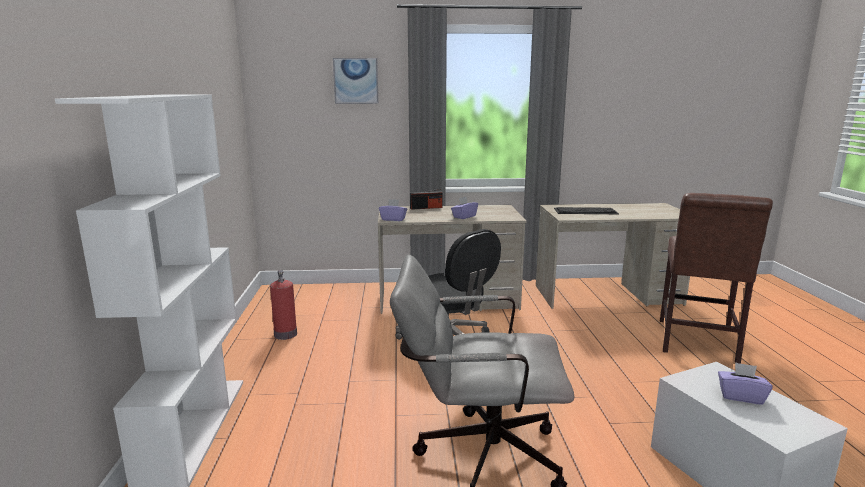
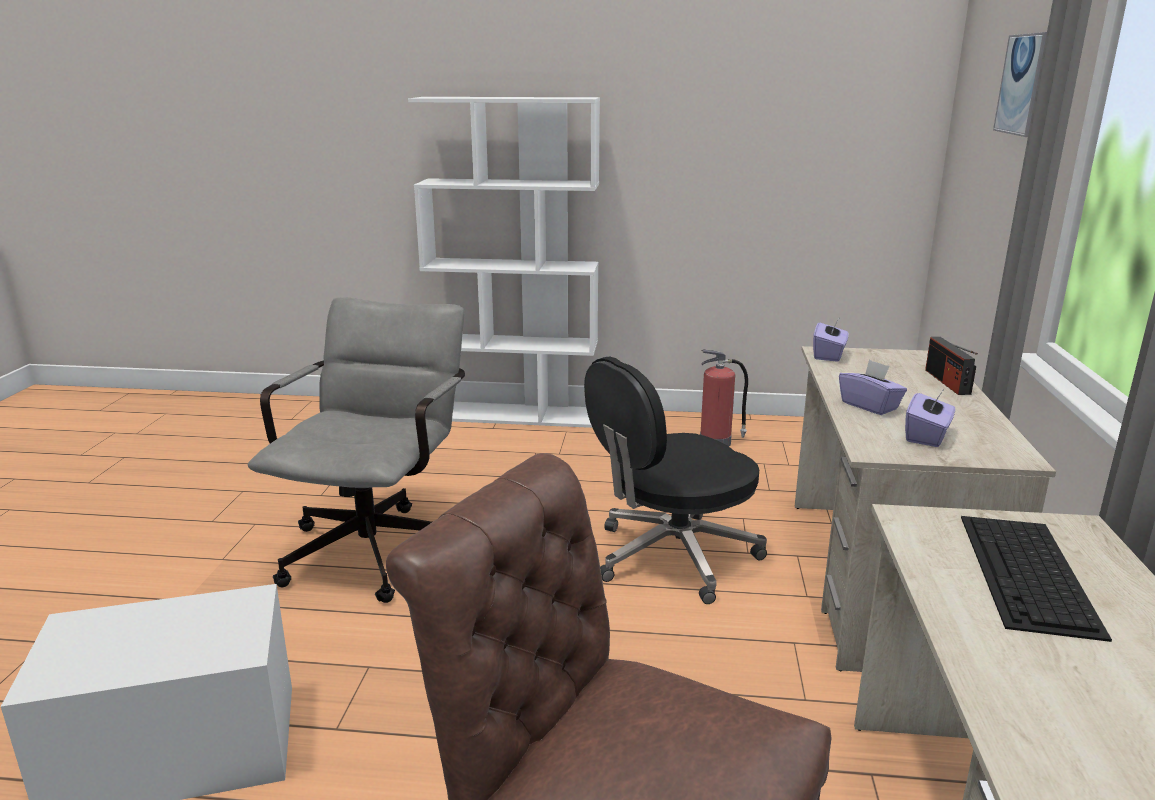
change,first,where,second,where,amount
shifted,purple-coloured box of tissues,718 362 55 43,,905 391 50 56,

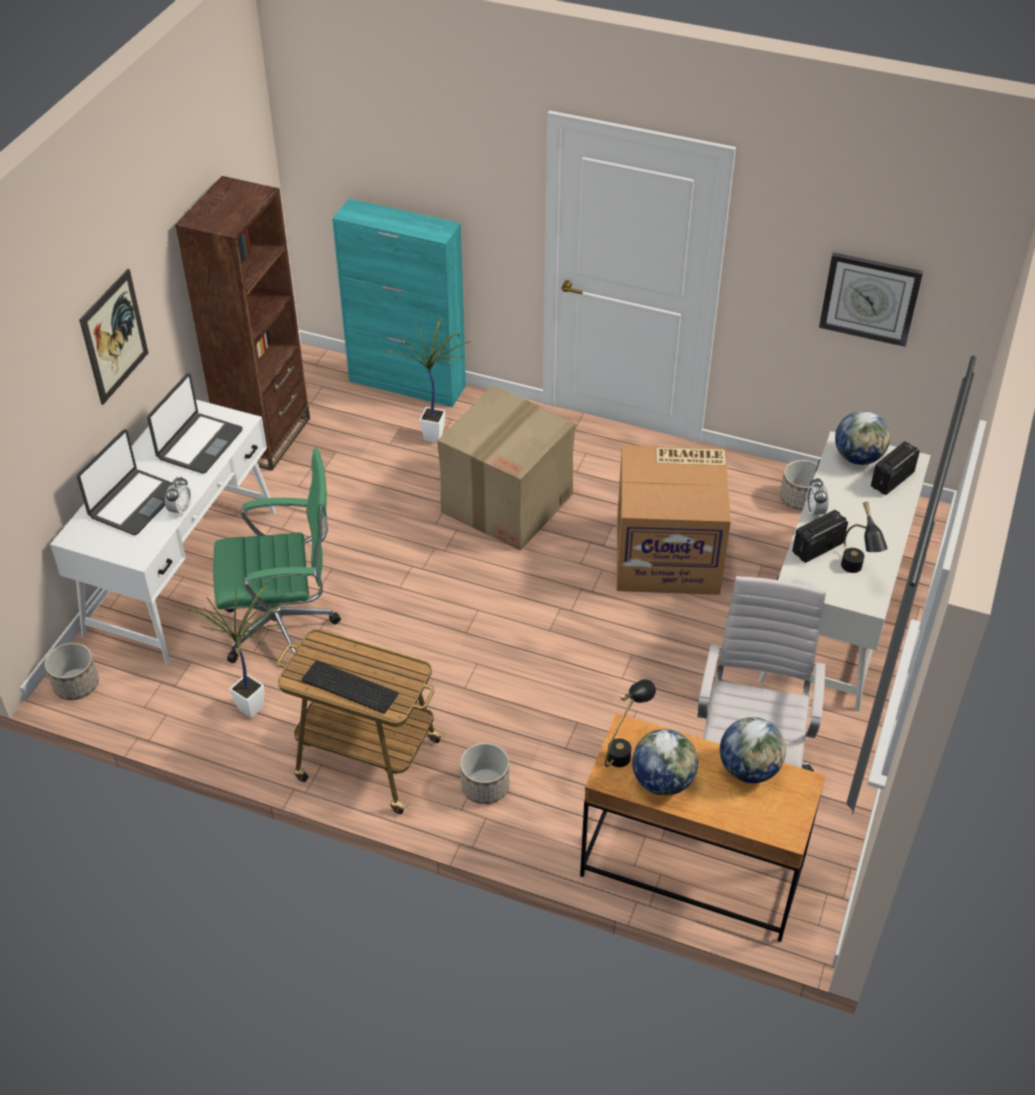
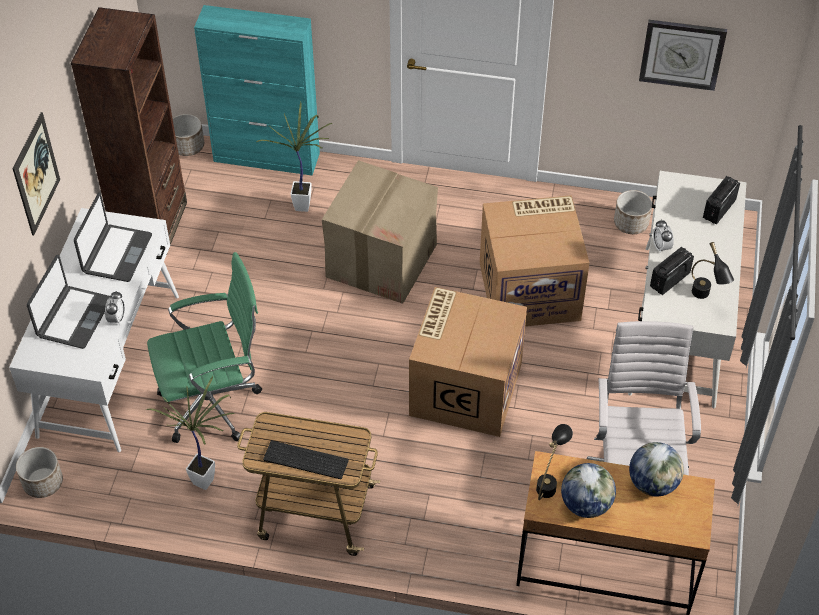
change,first,where,second,where,amount
shifted,plant pot,460 743 49 61,,172 114 32 42,
gone,globe,835 411 55 54,,,
new,,,packing box,409 287 118 150,

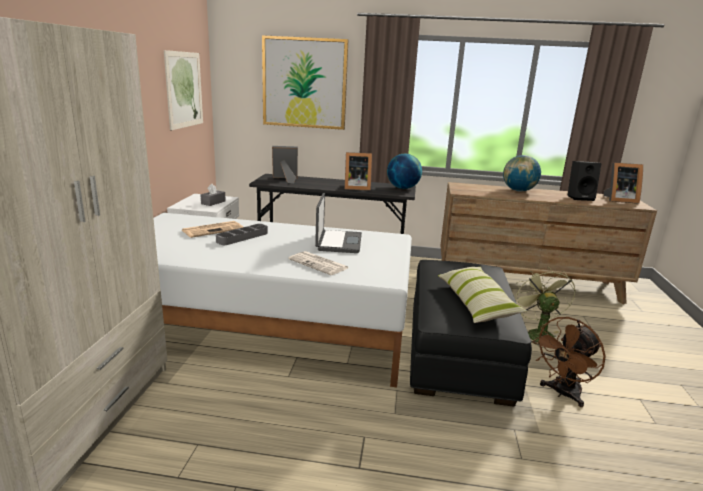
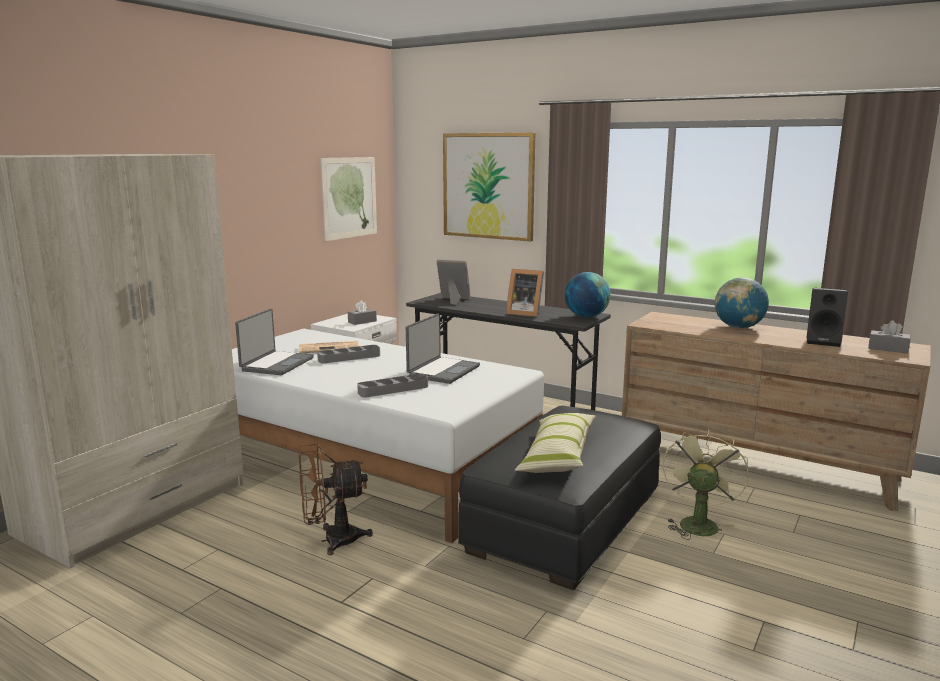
change,first,where,second,where,amount
swapped,newspaper,288 251 60 24,grey serving tray,357 374 71 23,
shifted,brownish cooling fan,532 317 74 90,,299 444 74 111,
swapped,picture frame,604 163 39 41,grey box of tissues,868 320 43 34,
new,,,portable computer,235 309 79 66,

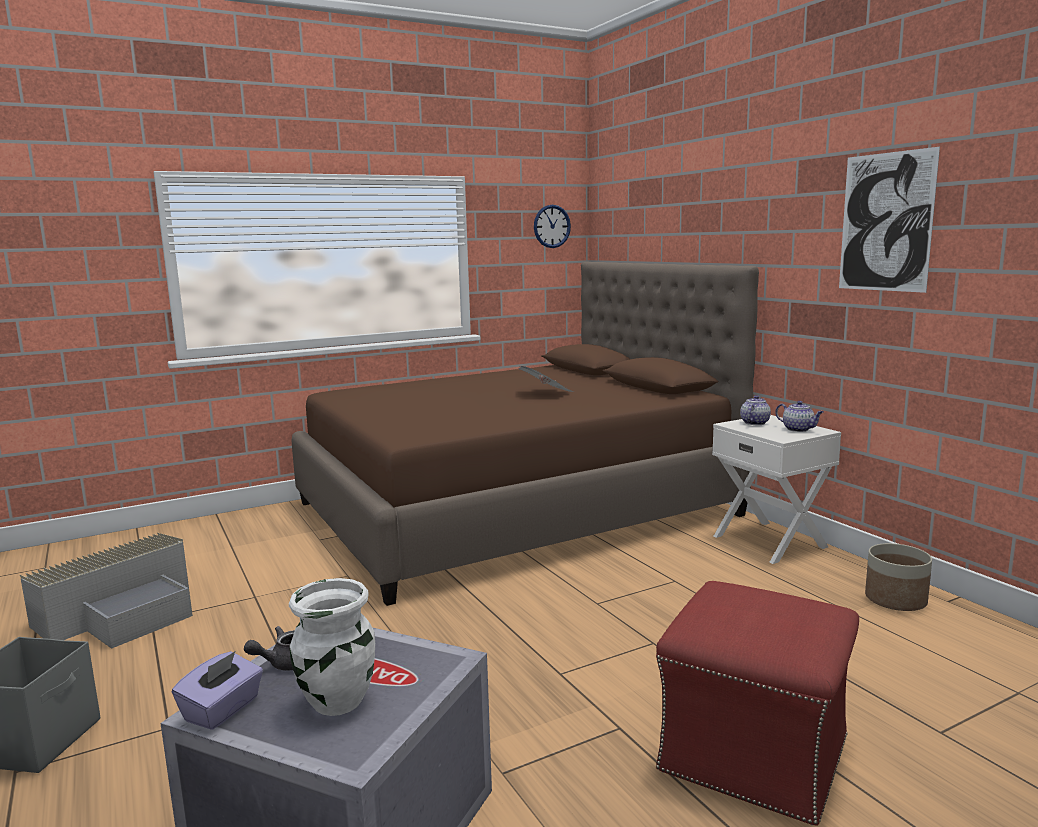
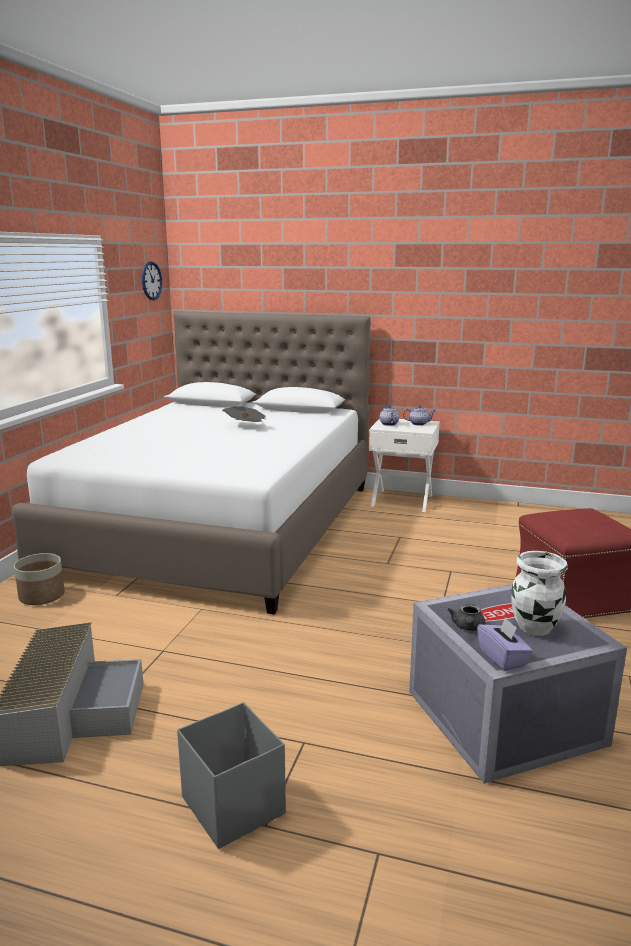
change,first,where,second,where,amount
repainted,brownish sleeping bed,292 261 467 345,white sleeping bed,12 311 359 303,
gone,wall picture,839 147 101 146,,,
shifted,plant pot,865 543 67 68,,14 553 51 52,

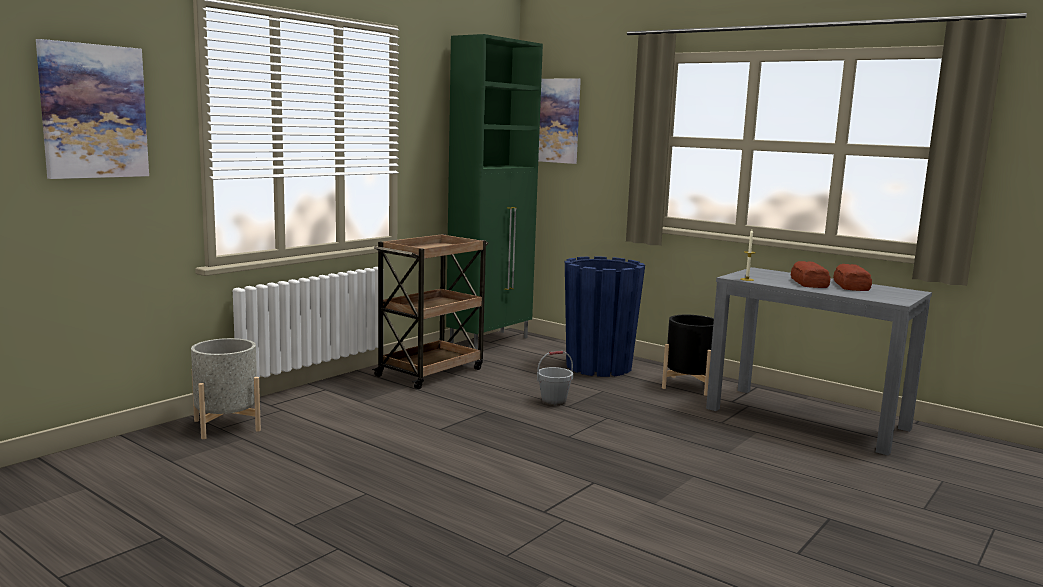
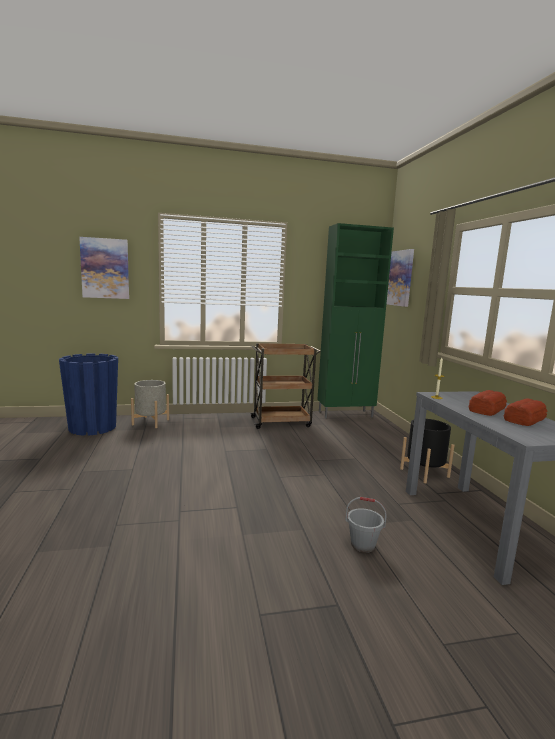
change,first,where,second,where,amount
shifted,grey pail,537 351 36 55,,346 497 41 56,
shifted,blue plant pot,565 256 80 121,,59 354 59 82,

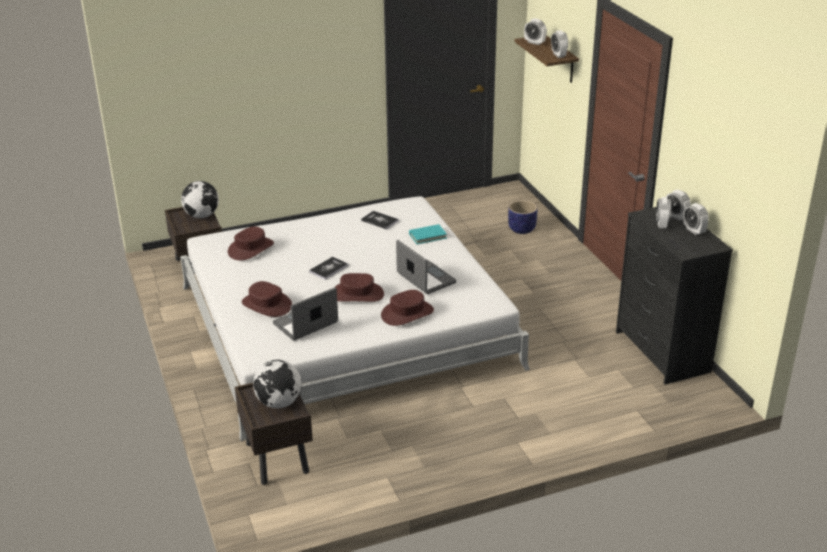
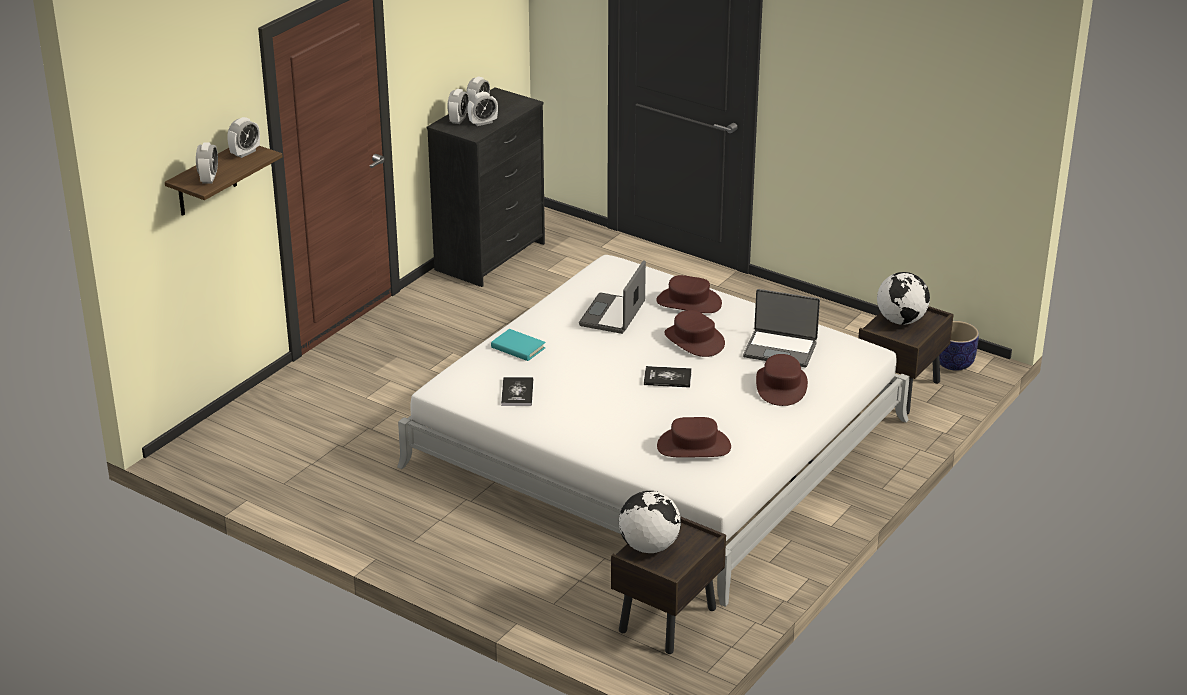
change,first,where,second,where,amount
shifted,plant pot,508 200 30 34,,939 321 40 49,

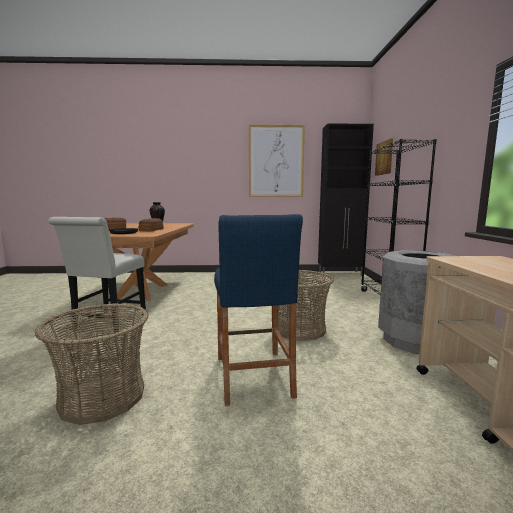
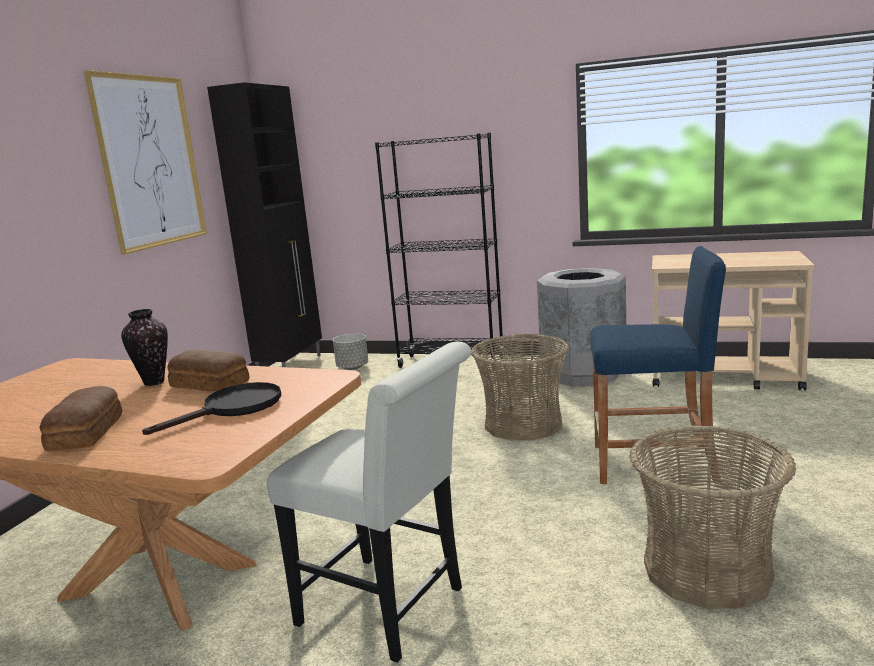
change,first,where,second,where,amount
gone,wall picture,375 139 18 37,,,
new,,,grey plant pot,333 333 35 37,

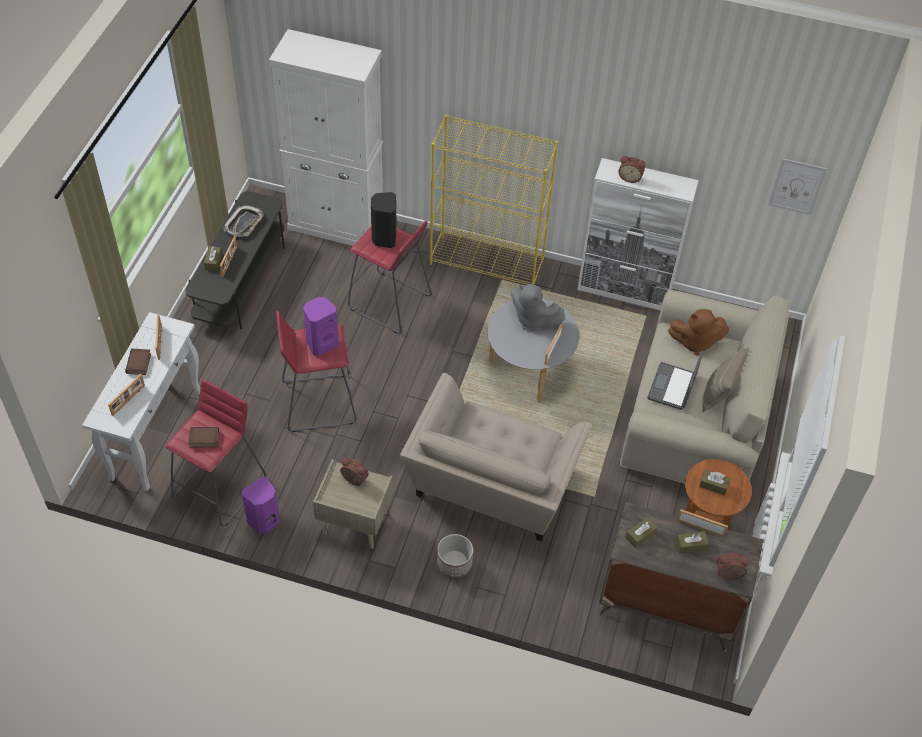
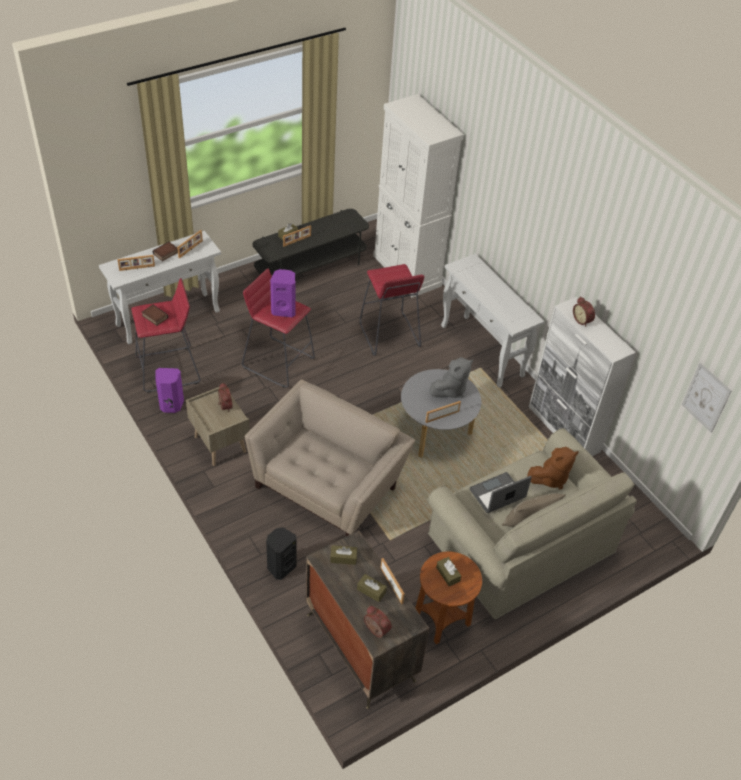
change,first,where,second,where,amount
gone,serving tray,223 205 40 32,,,
shifted,blackish speaker,371 192 26 56,,266 527 30 53,
rotated,beige-coloured easy chair,400 373 192 168,,245 380 170 156,150 degrees clockwise
swapped,yellow bookcase,429 115 129 170,white hall table,441 254 103 134,
gone,plant pot,437 534 36 44,,,
rotated,grey plush toy,511 284 54 46,,430 357 43 41,120 degrees counterclockwise
rotated,brownish plush toy,668 309 61 46,,527 447 52 42,75 degrees counterclockwise

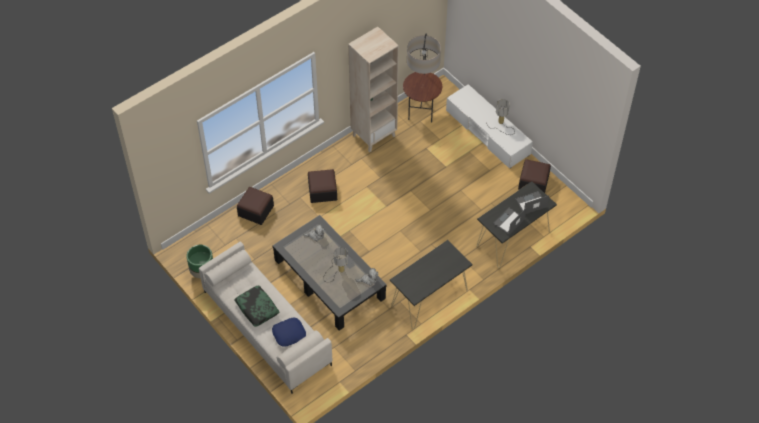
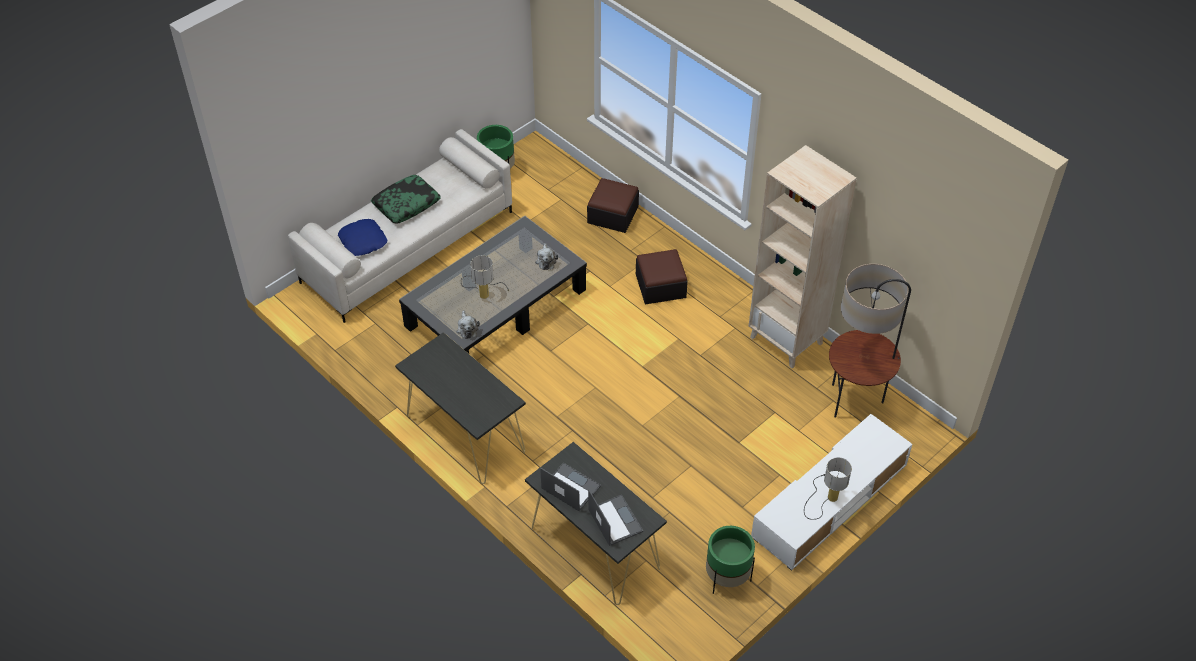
change,first,where,second,where,amount
swapped,pouffe,518 159 33 34,green-coloured plant pot,706 526 49 68,

